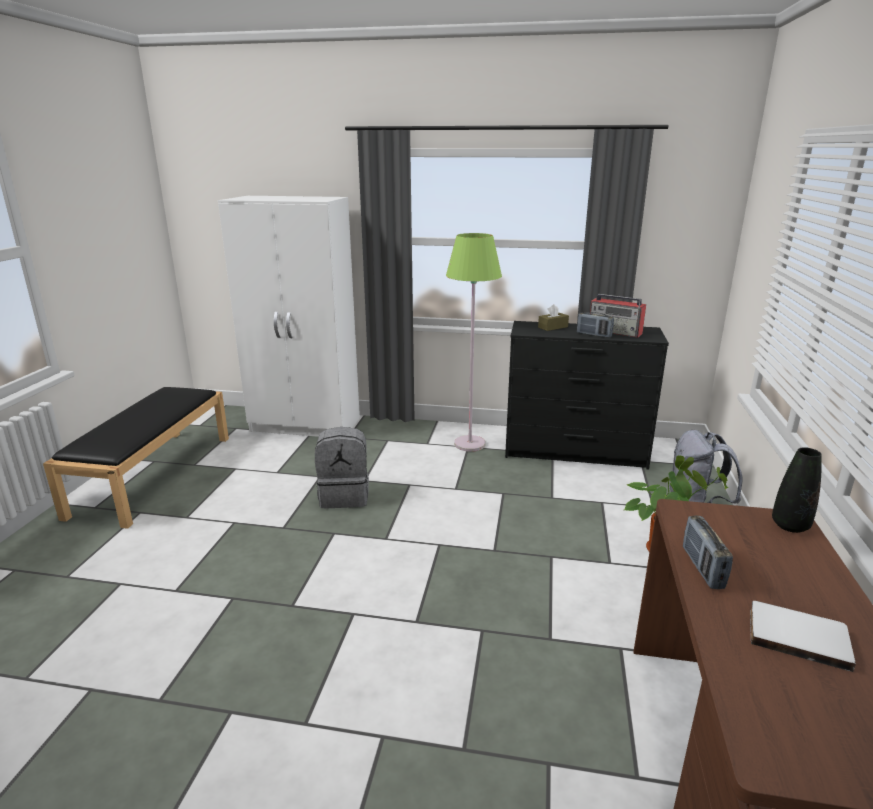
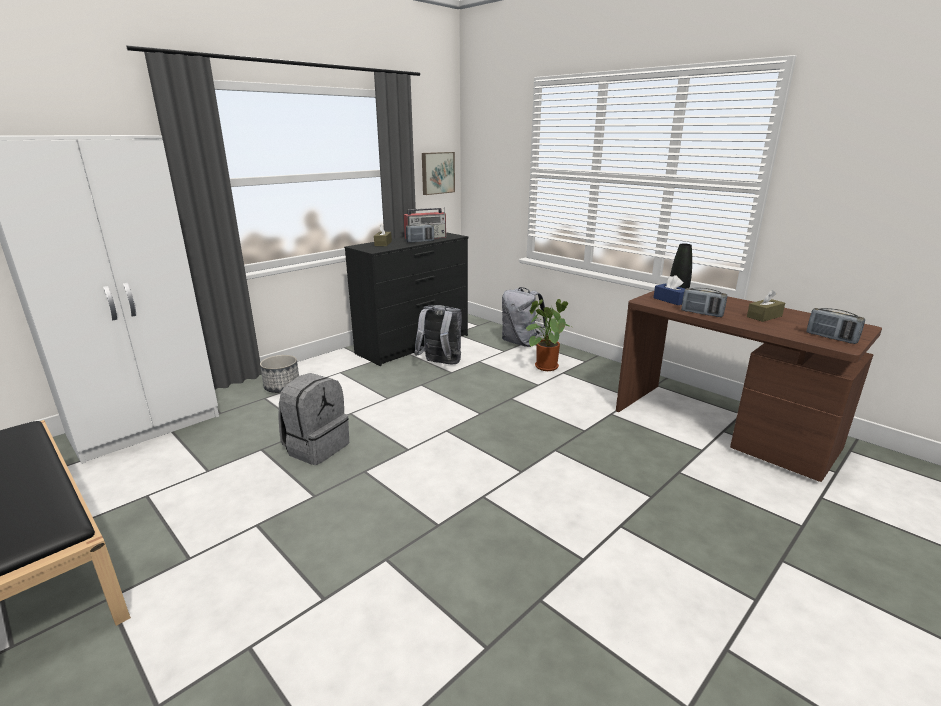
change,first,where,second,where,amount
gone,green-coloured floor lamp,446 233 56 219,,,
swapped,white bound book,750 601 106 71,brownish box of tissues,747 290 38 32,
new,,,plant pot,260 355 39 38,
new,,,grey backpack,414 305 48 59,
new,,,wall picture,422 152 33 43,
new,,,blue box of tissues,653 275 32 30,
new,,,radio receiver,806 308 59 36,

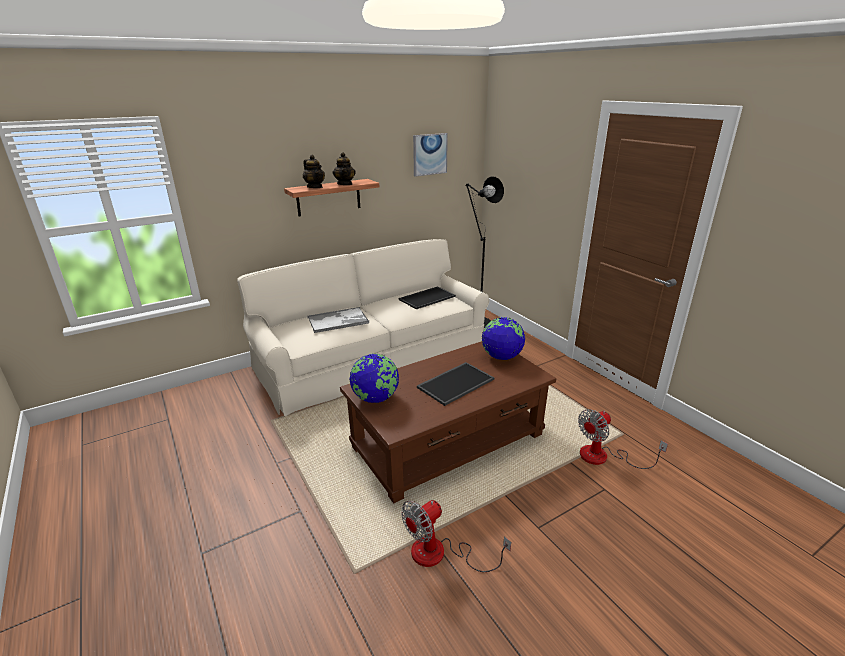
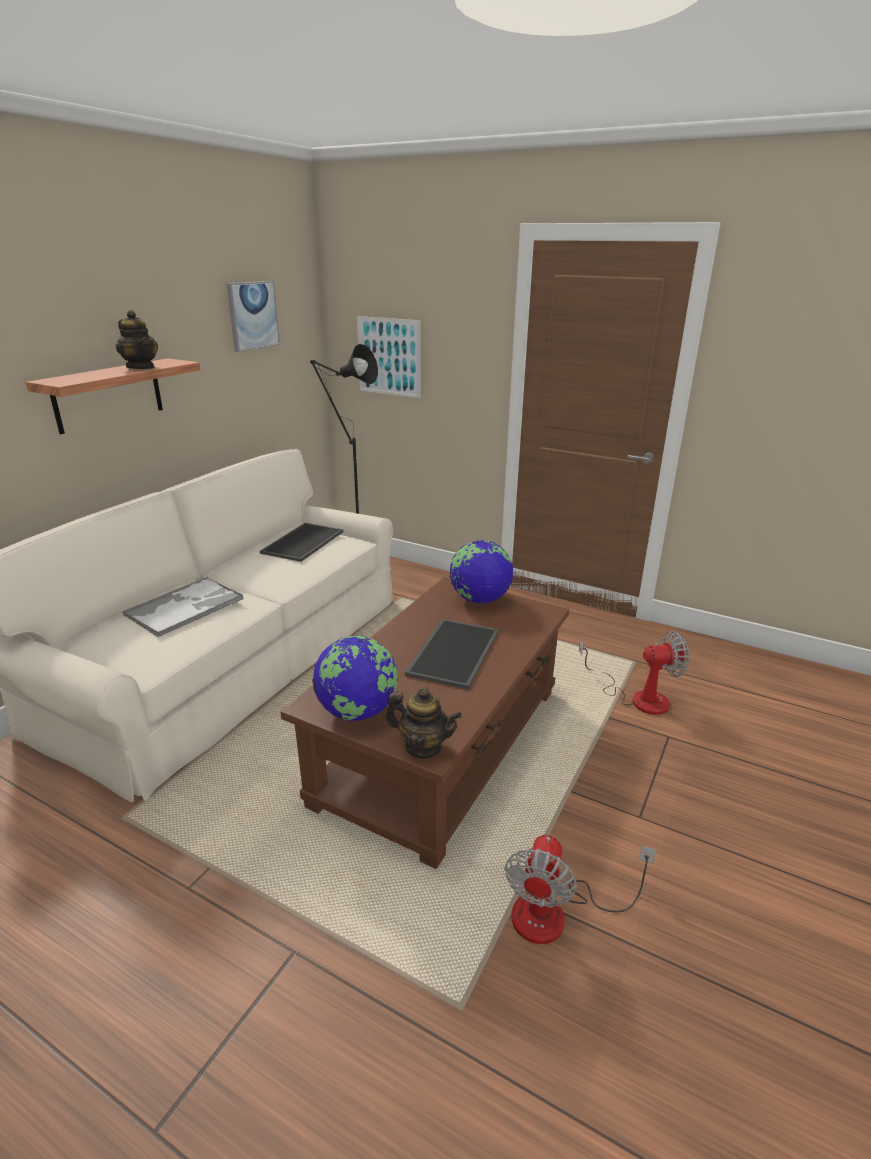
change,first,where,second,where,amount
shifted,teapot,303 155 22 33,,385 687 77 71,
rotated,cooling fan,578 409 90 60,,579 631 111 84,120 degrees counterclockwise
new,,,wall picture,357 316 64 82,

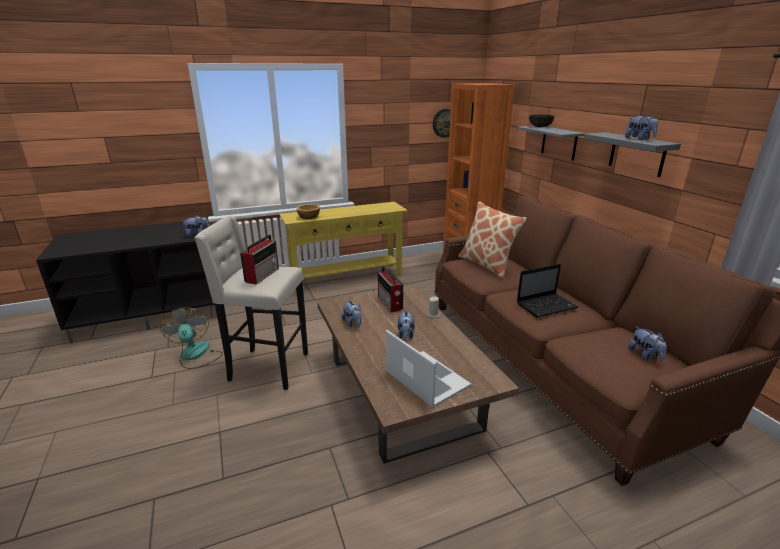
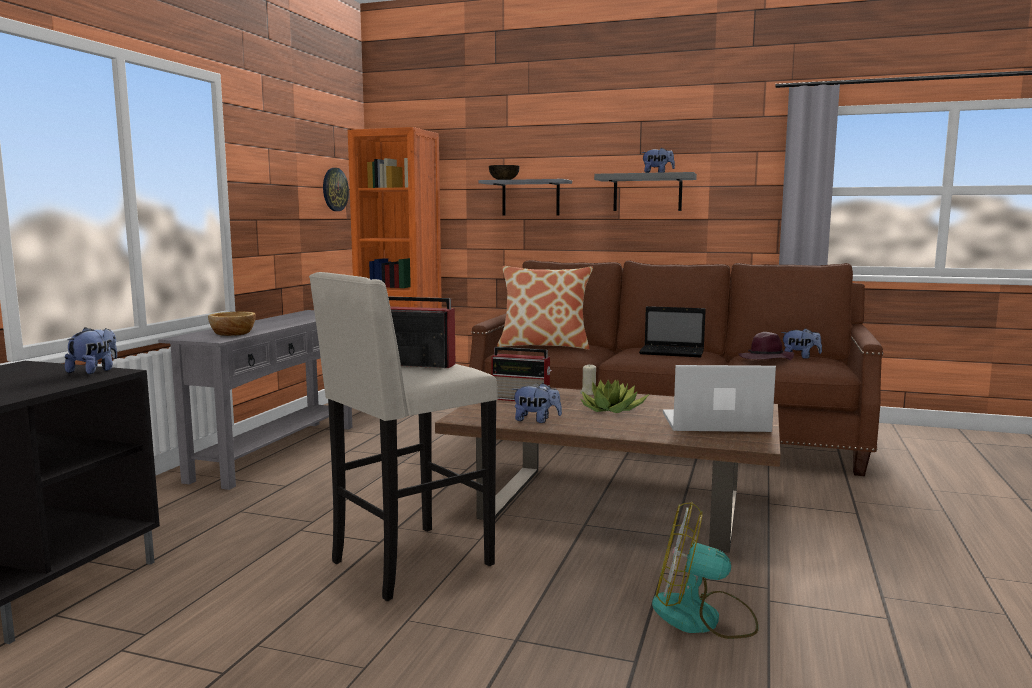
change,first,where,second,where,amount
shifted,cooling fan,160 307 63 62,,652 502 107 137,
rotated,radio receiver,240 235 39 50,,388 296 67 72,45 degrees counterclockwise
repainted,yellow hall table,279 202 129 89,grey hall table,158 310 194 180,
swapped,plush toy,398 310 17 31,potted plant,580 379 69 34,
rotated,portable computer,517 264 61 53,,639 306 67 51,90 degrees clockwise
new,,,purple-coloured hat,739 332 55 28,

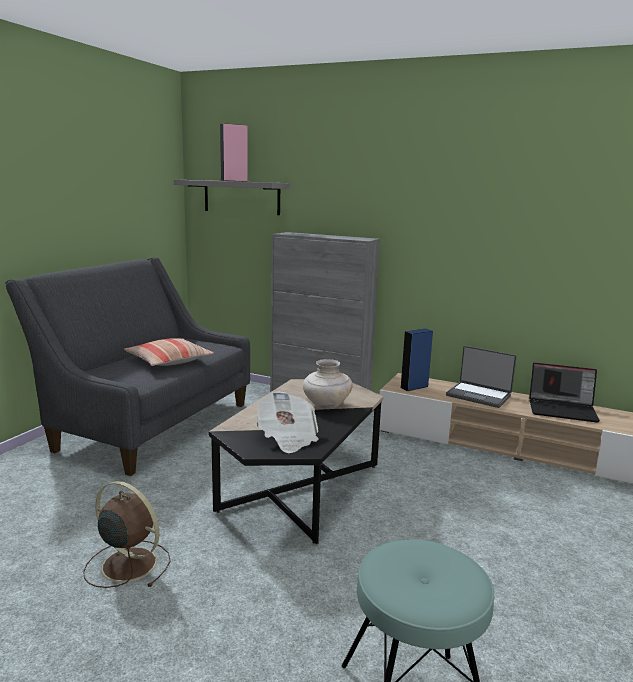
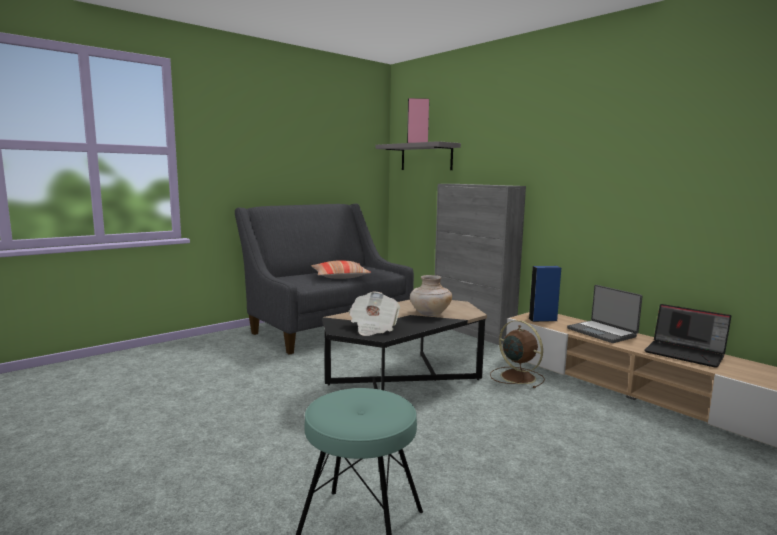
change,first,where,second,where,amount
shifted,brownish cooling fan,83 481 87 107,,490 320 55 68,

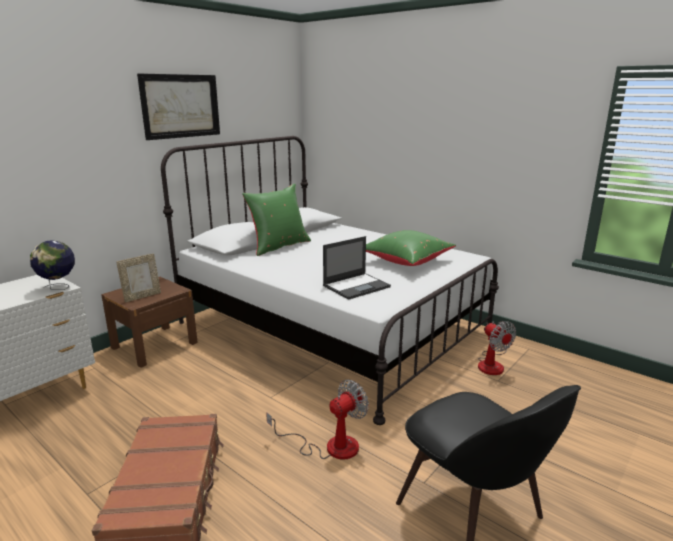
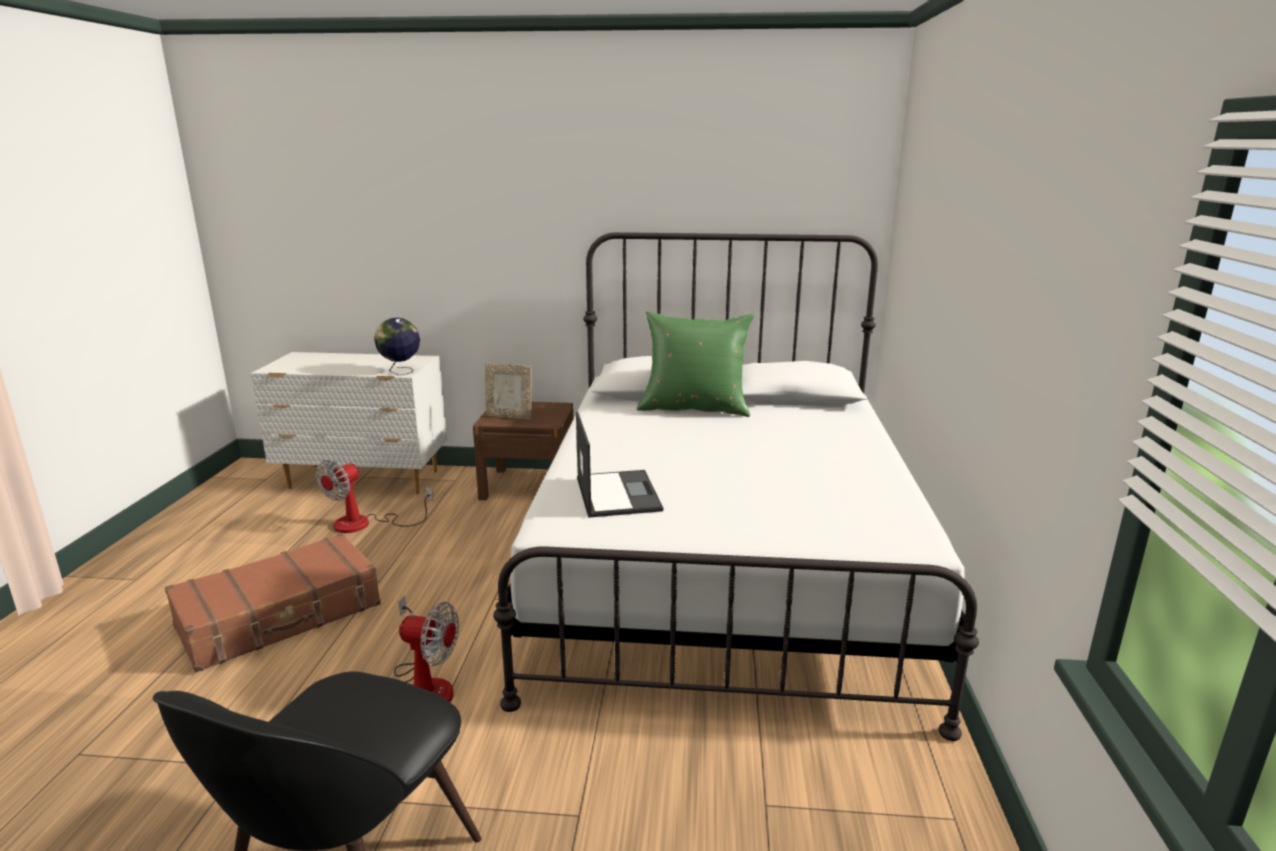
change,first,where,second,where,amount
gone,wall picture,137 74 83 66,,,
rotated,portable computer,323 236 68 64,,576 411 87 107,120 degrees counterclockwise
gone,green-coloured throw pillow,366 230 90 36,,,
shifted,cooling fan,478 321 38 54,,316 460 117 73,

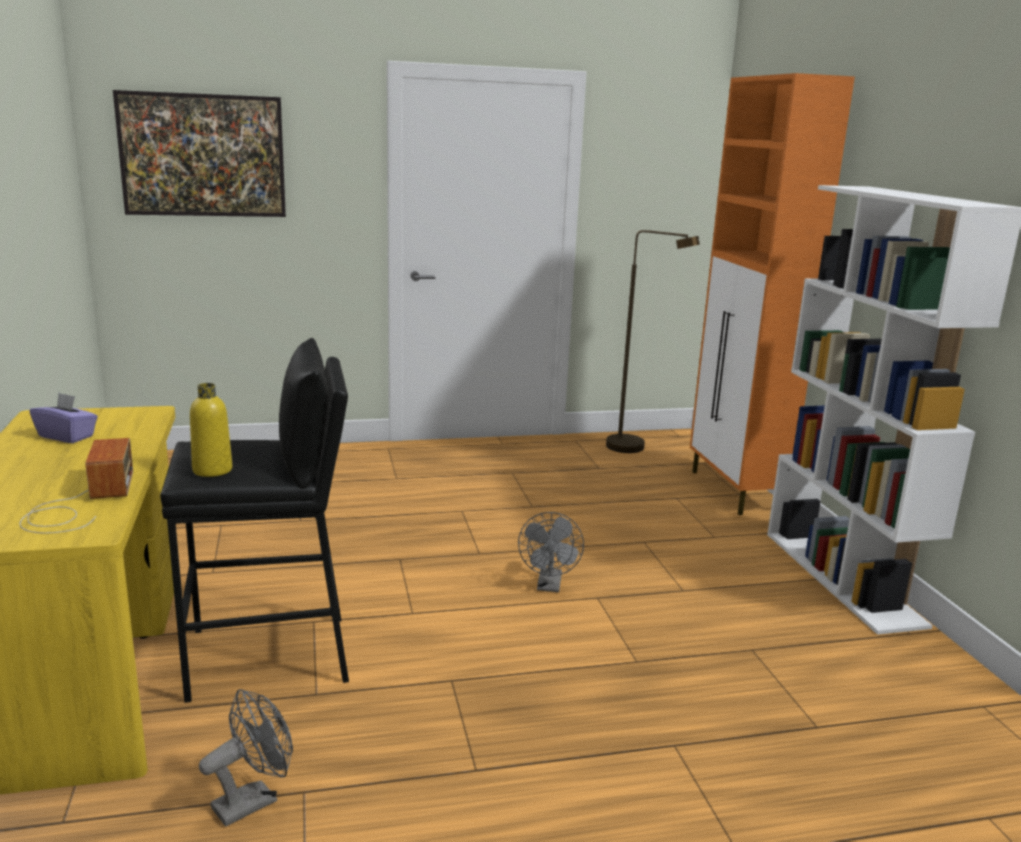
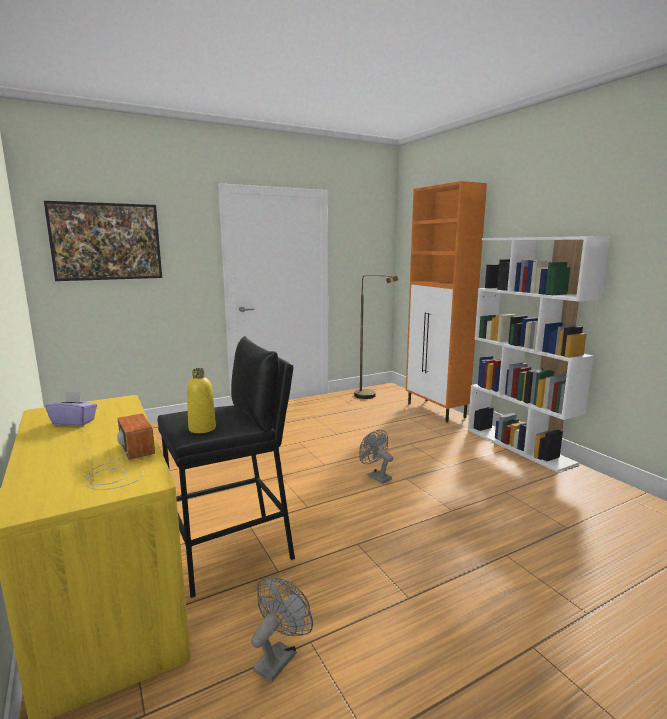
change,first,where,second,where,amount
rotated,grey cooling fan,518 512 66 80,,359 430 34 54,150 degrees clockwise

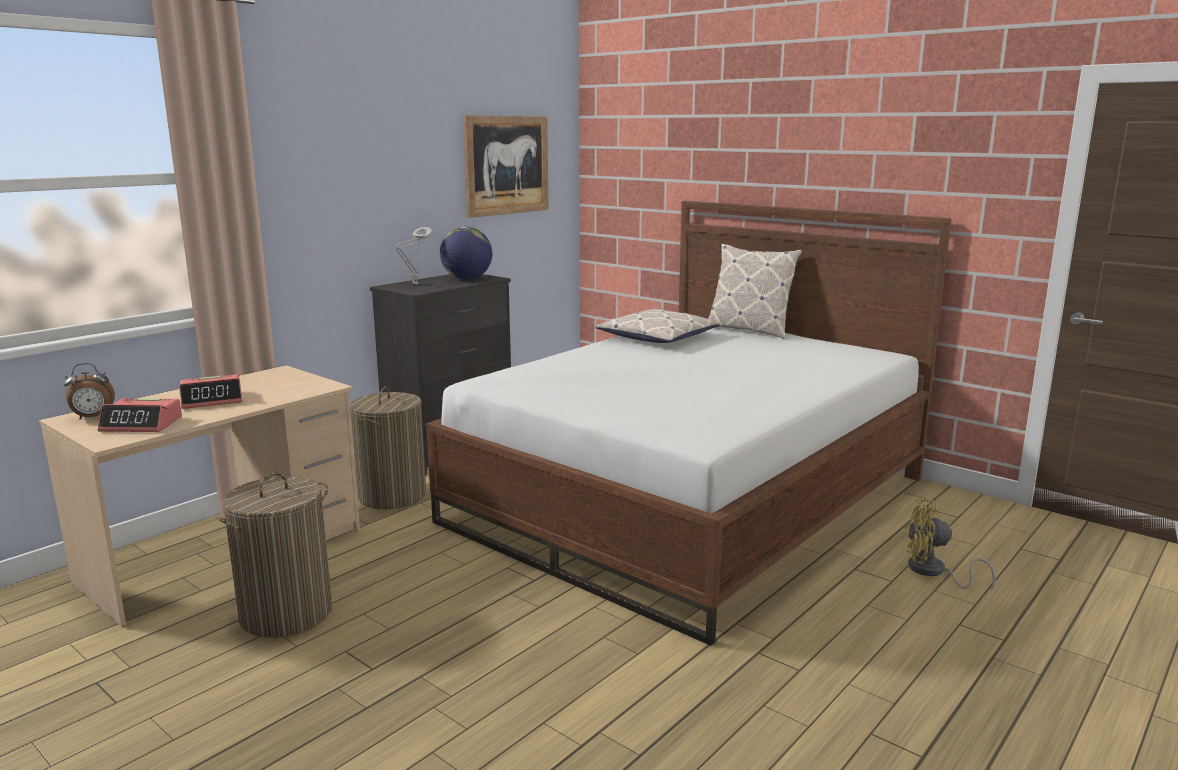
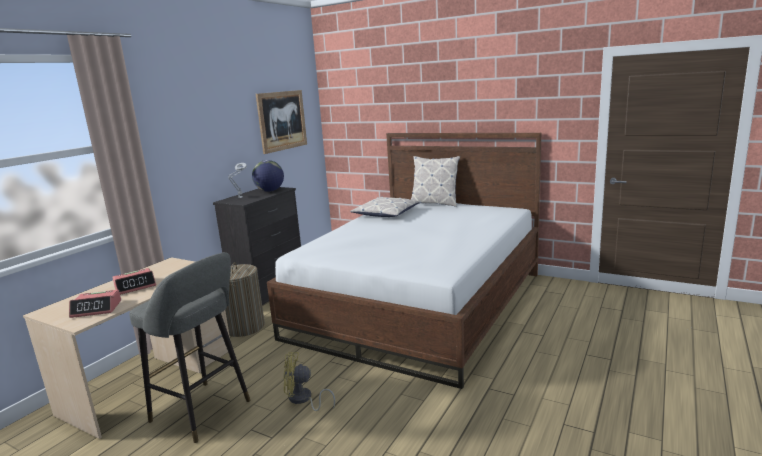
change,first,where,second,where,amount
gone,alarm clock,64 363 51 57,,,
swapped,washing basket,216 473 116 165,grey sitting stool,129 252 122 191,
shifted,yellow cooling fan,905 499 90 91,,283 352 52 59,

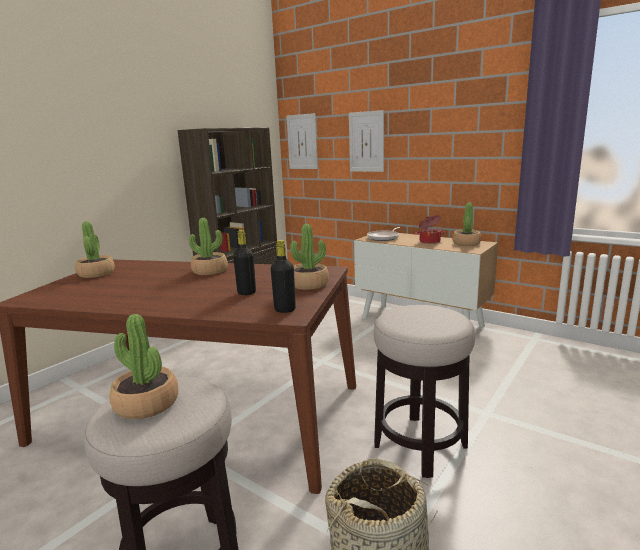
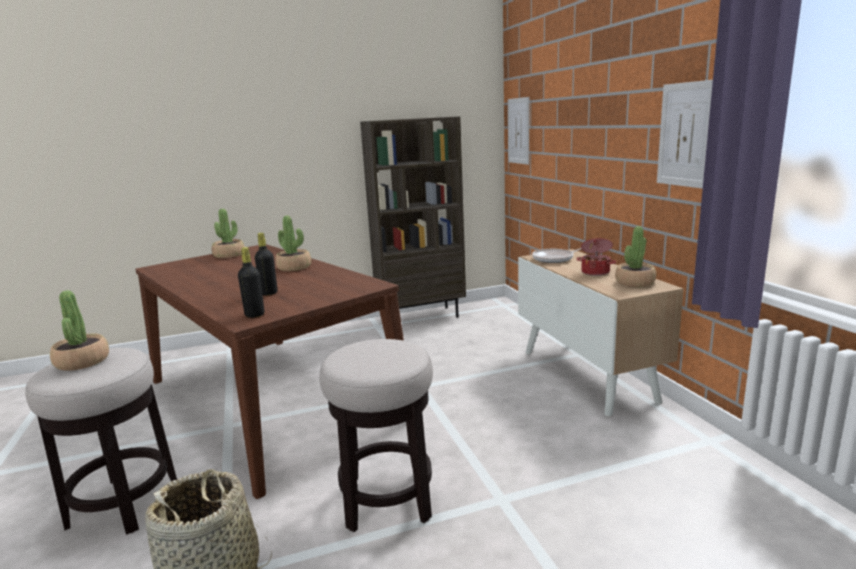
change,first,where,second,where,amount
gone,potted plant,290 224 39 66,,,
shifted,wall picture,349 110 35 62,,657 80 56 109,

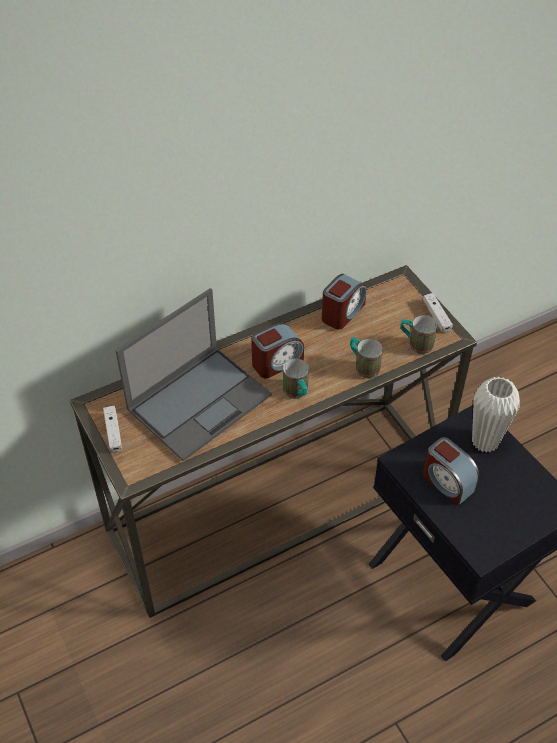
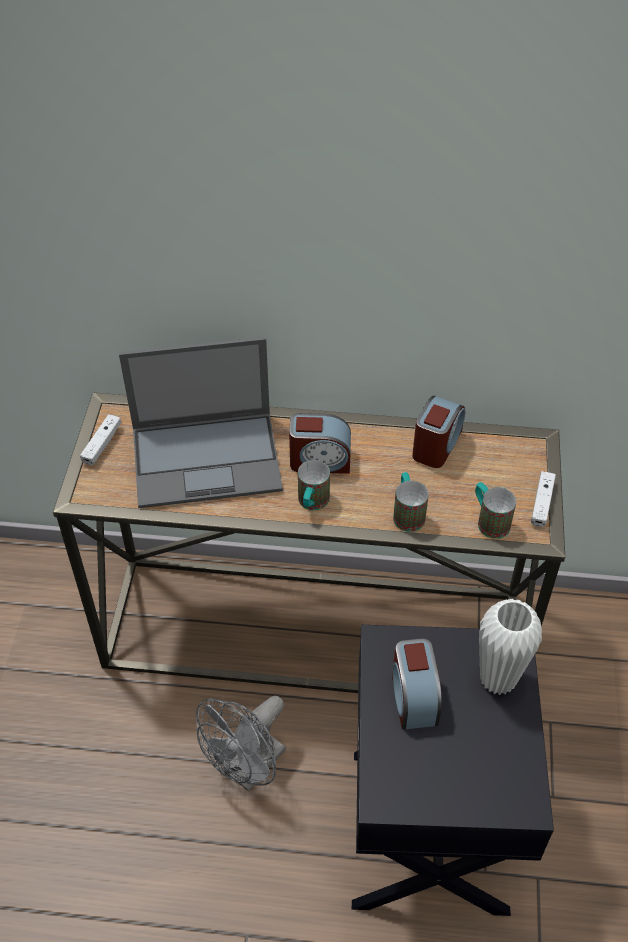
change,first,where,second,where,amount
rotated,alarm clock,322 274 45 56,,412 396 53 72,45 degrees counterclockwise
new,,,grey cooling fan,196 696 90 96,

